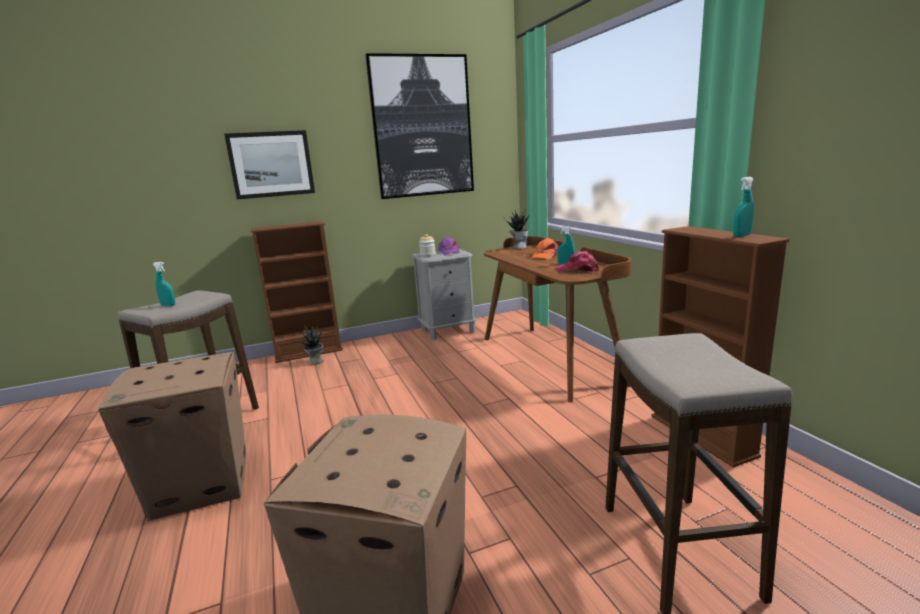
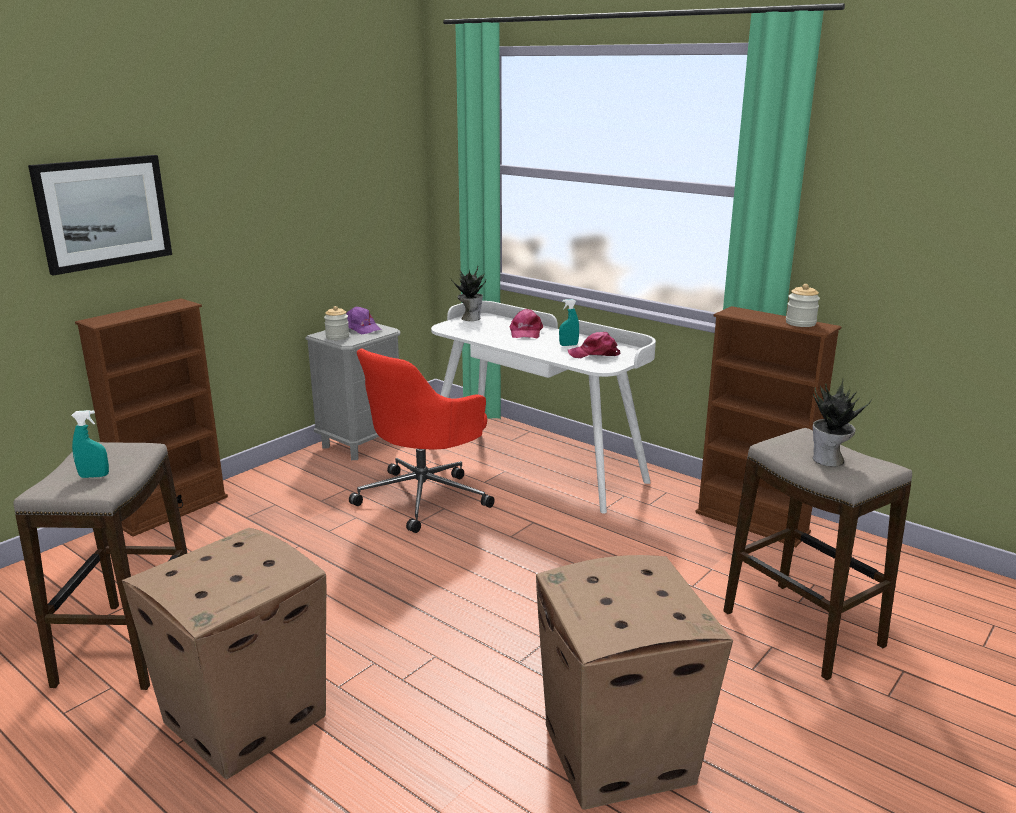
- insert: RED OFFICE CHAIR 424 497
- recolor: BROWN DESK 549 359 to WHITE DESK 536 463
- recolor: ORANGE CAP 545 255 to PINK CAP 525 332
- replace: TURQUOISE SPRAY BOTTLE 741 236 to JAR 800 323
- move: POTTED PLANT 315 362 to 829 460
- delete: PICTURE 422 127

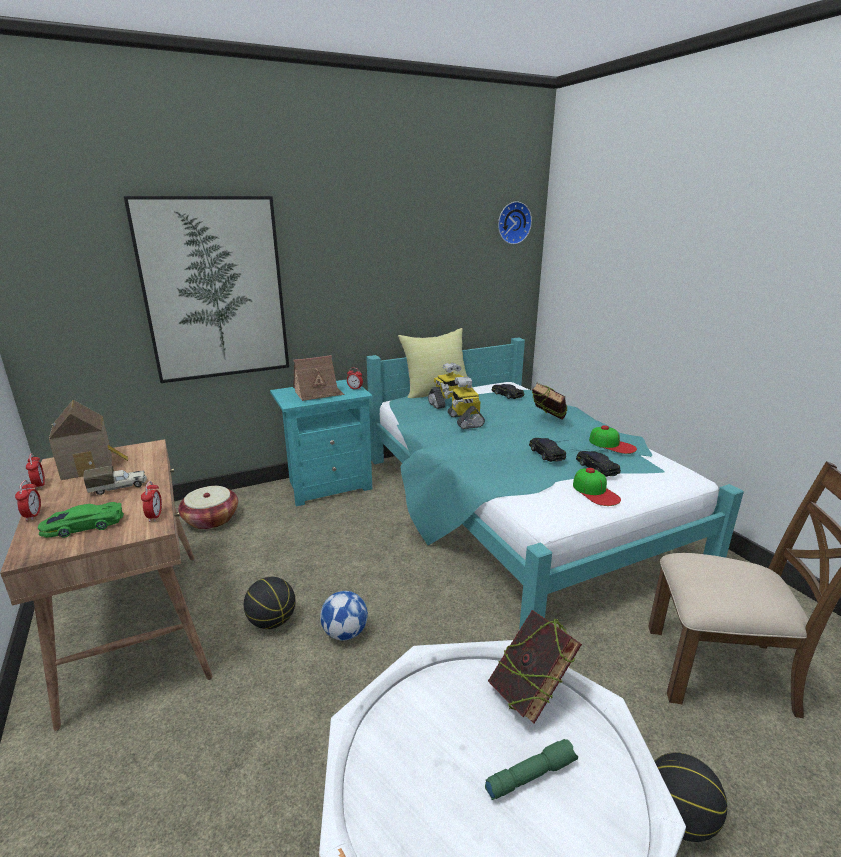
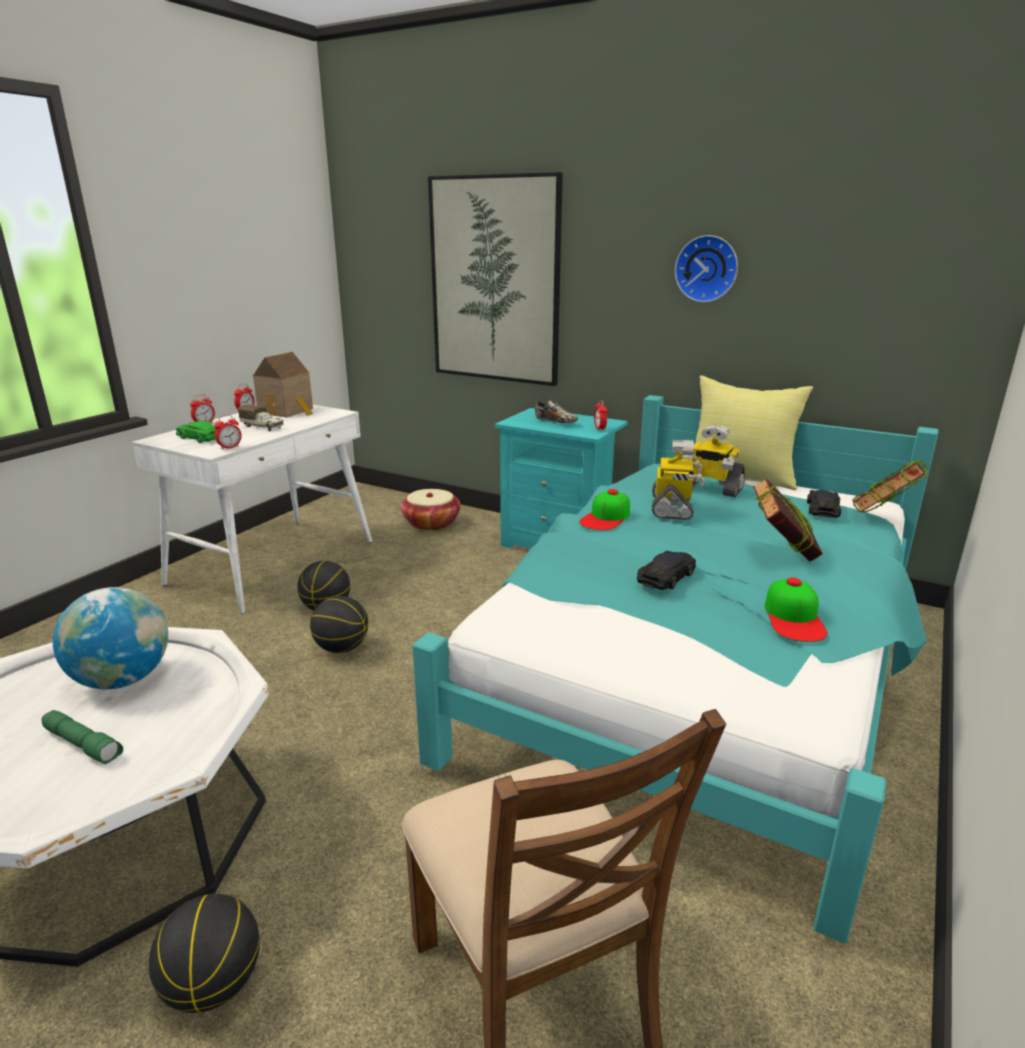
- insert: GLOBE 123 679
- recolor: BROWN DESK 136 628 to WHITE DESK 273 562
- replace: FOOTBALL 345 633 to BASKETBALL 342 648
- replace: TOY HOUSE 318 393 to SHOE 556 422
- move: CAP 595 492 to 606 517
- rotate: TOY ROBOT 464 420 = 673 508 150 degrees clockwise
- move: WALL CLOCK 513 223 to 707 269
- move: BOOK 529 694 to 882 517
- delete: BLACK TOY CAR 596 467

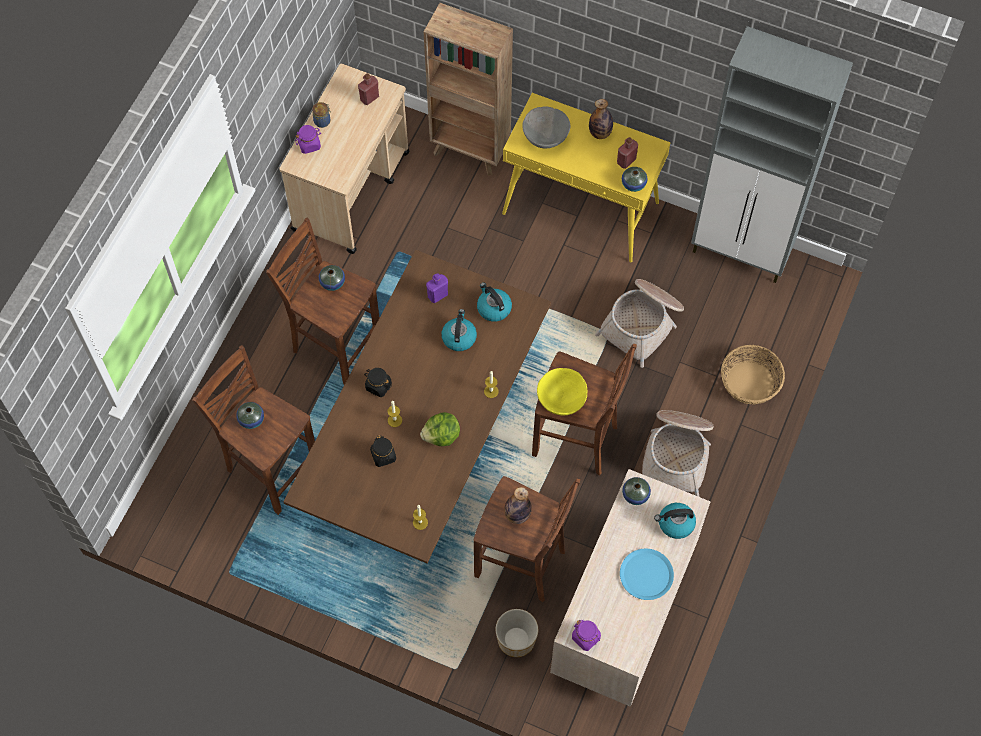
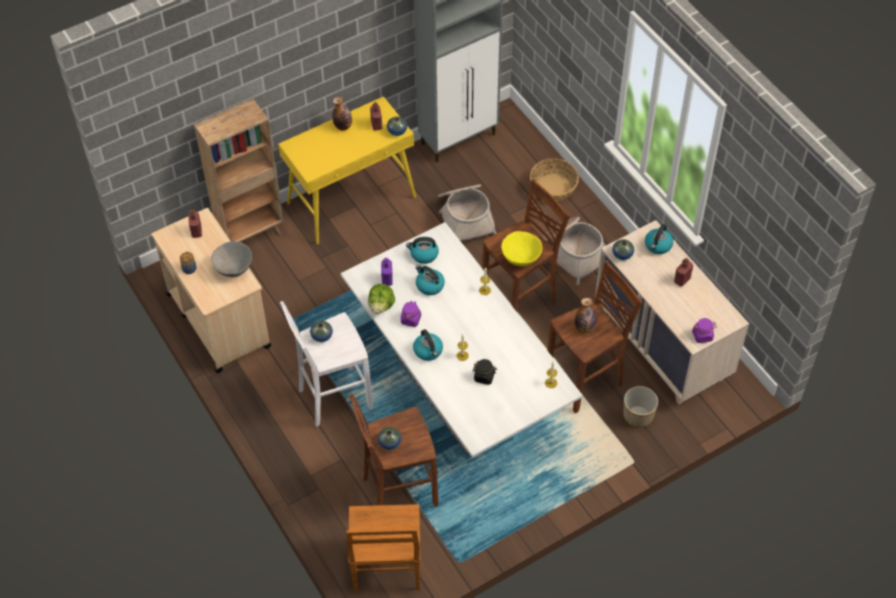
- move: GREY BOWL 545 138 to 234 269
- recolor: BROWN STOOL 335 345 to WHITE STOOL 333 398
- recolor: BROWN DINING TABLE 425 448 to WHITE DINING TABLE 458 389
- insert: BROWN CHAIR 386 567
- move: LETTUCE 442 436 to 381 306
- move: PURPLE JAR 309 144 to 411 319
- replace: BLACK JAR 378 386 to KETTLE 428 351
- replace: BLUE PLATE 646 575 to RED BOTTLE 682 280

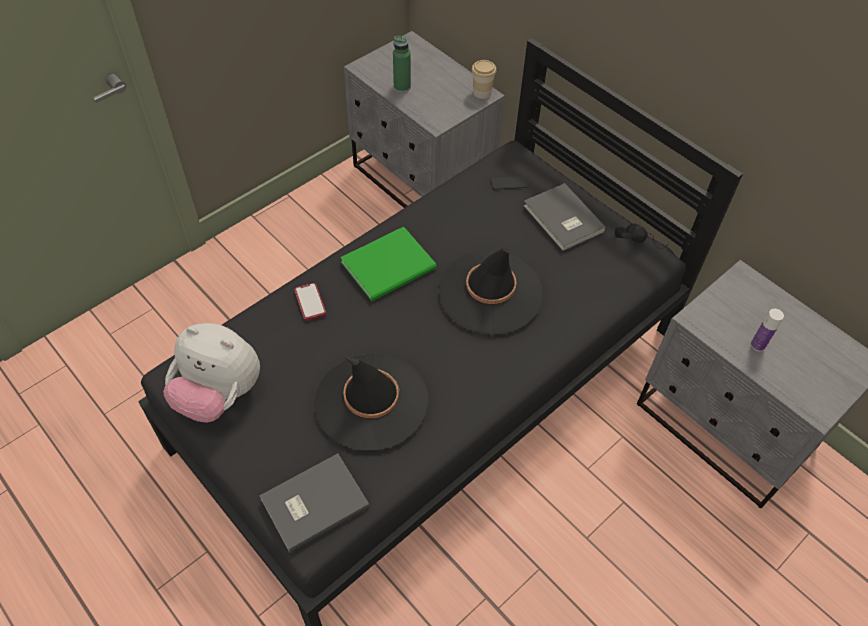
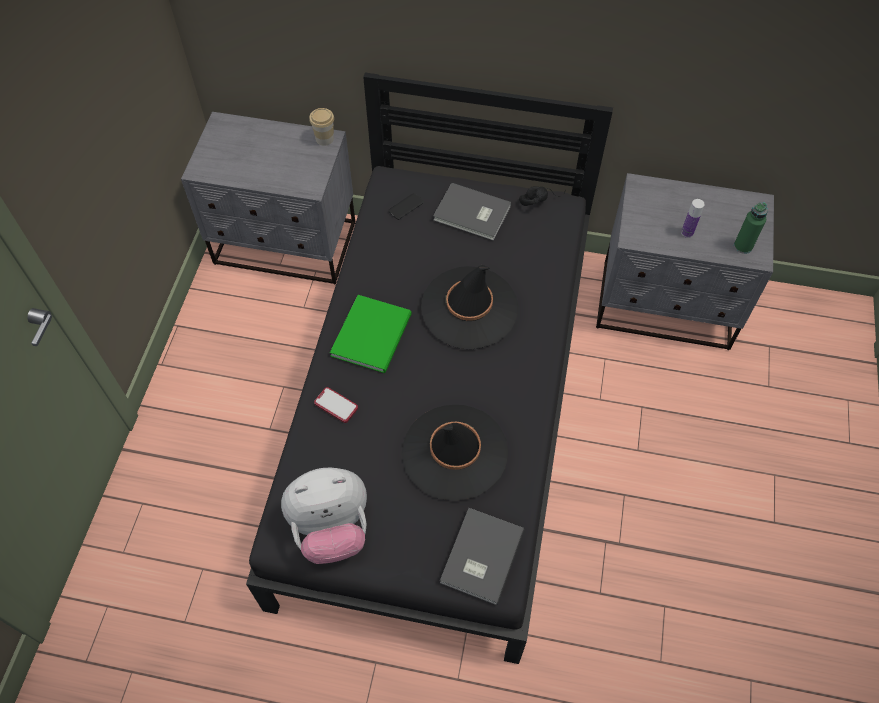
- move: GREEN BOTTLE 402 87 to 743 246

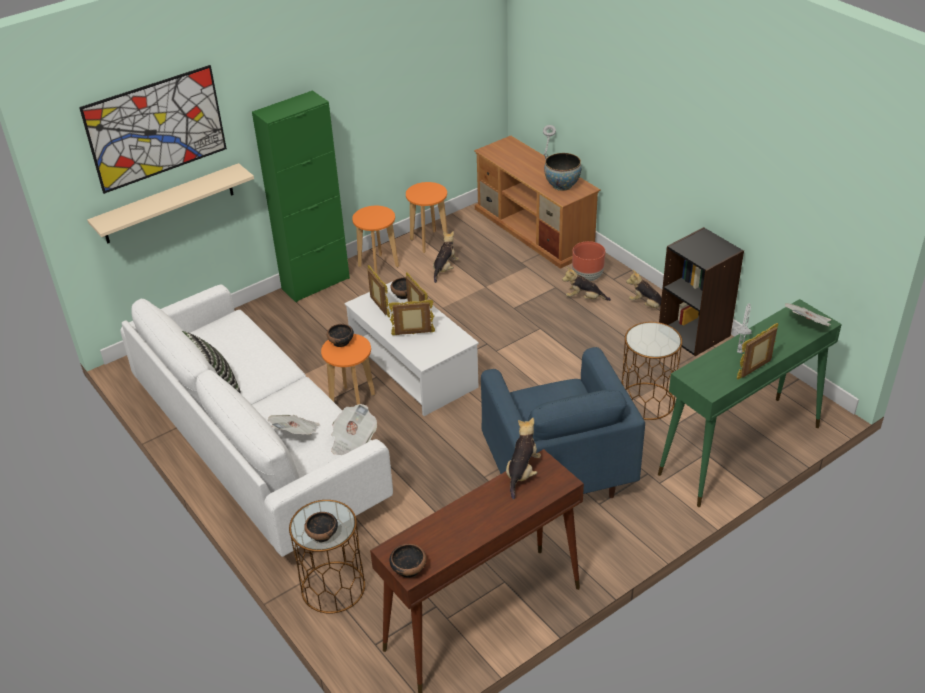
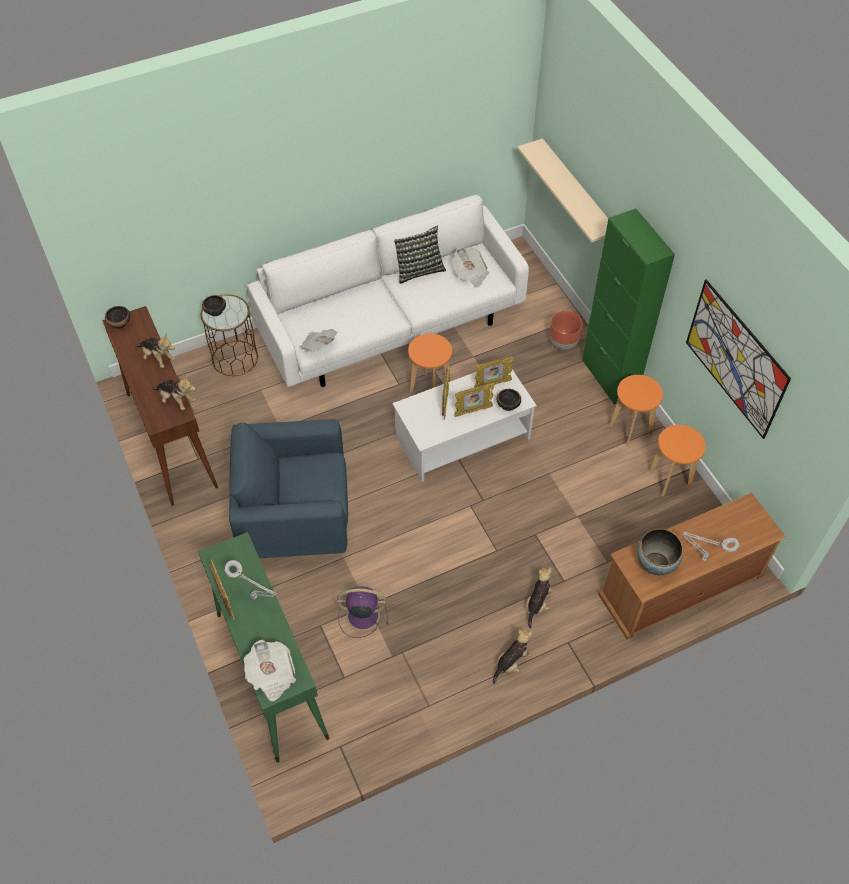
- move: PLUSH TOY 445 269 to 158 358
- replace: BROWN SIDE TABLE 647 401 to PURPLE FAN 361 615
- move: NEWSPAPER 296 433 to 470 274
- move: BROWN PLANTER 587 277 to 563 343
- move: PICTURE 156 128 to 735 359
- delete: BOWL 341 342
- delete: BLACK BOOKCASE 694 333

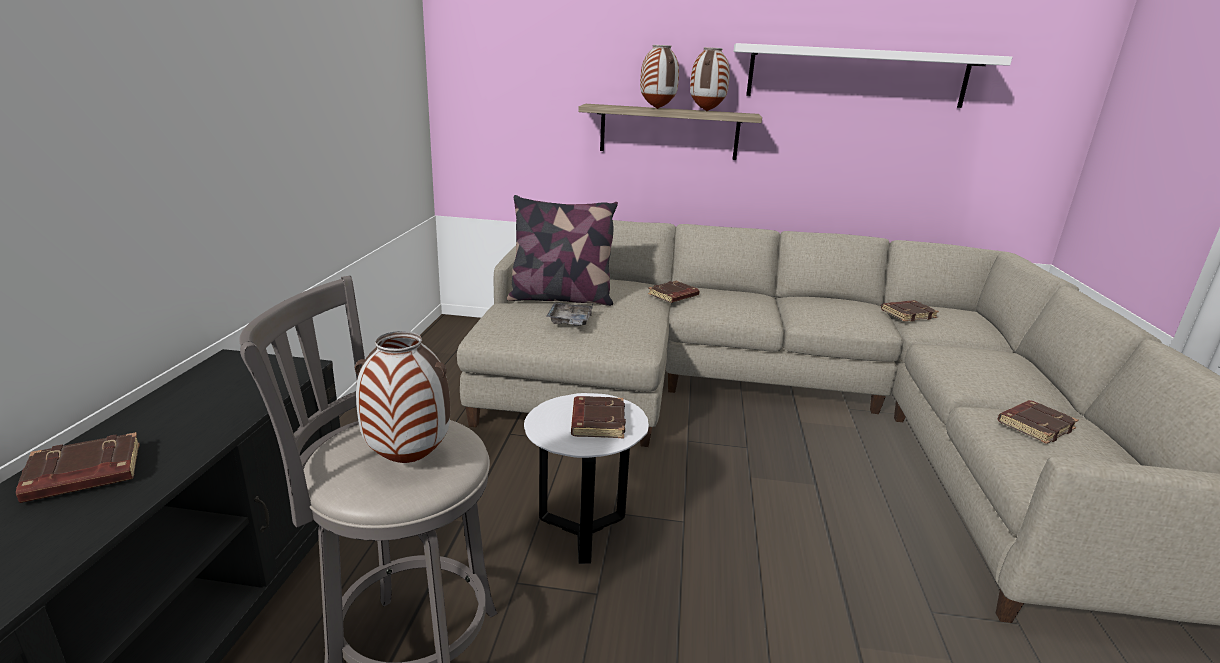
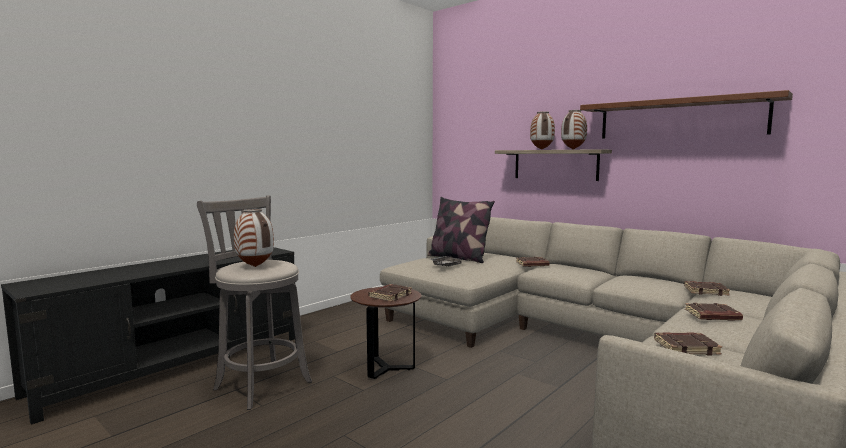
- recolor: WHITE SIDE TABLE 583 533 to BROWN SIDE TABLE 387 369
- recolor: WHITE SHELF 856 76 to BROWN SHELF 679 119
- move: BROWN BOOK 82 475 to 712 316

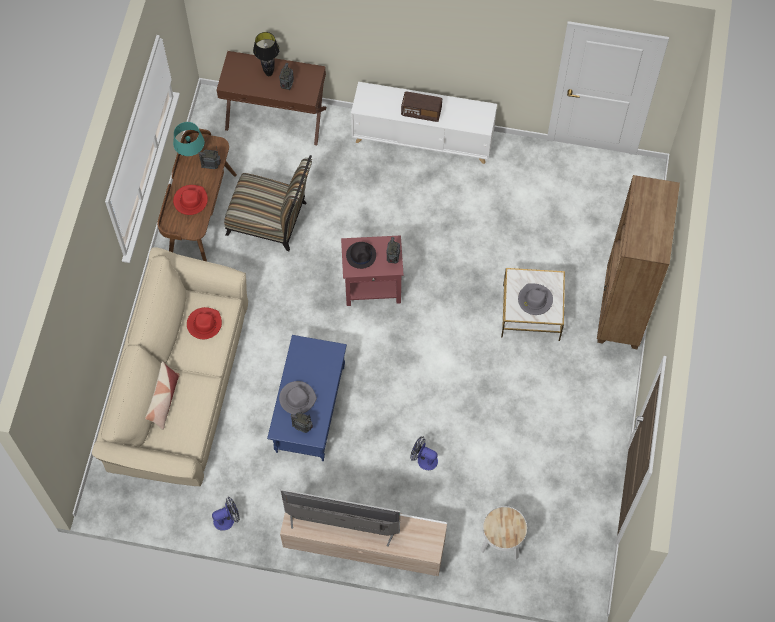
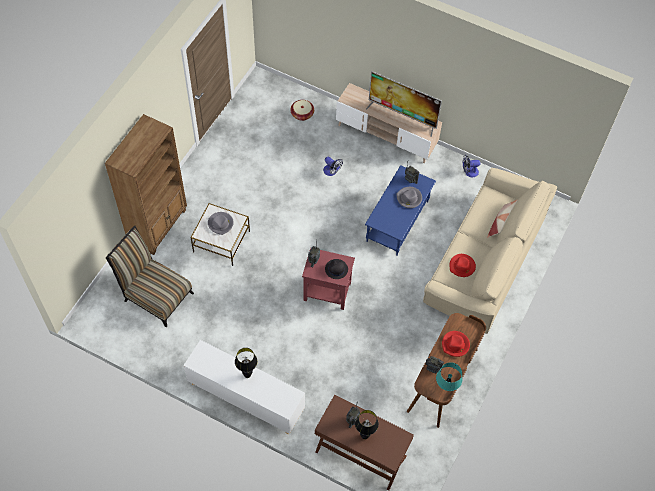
- move: CHAIR 271 220 to 155 294
- replace: RADIO 421 112 to BLACK TABLE LAMP 247 375
- replace: WHITE SIDE TABLE 501 544 to BASKET 302 114

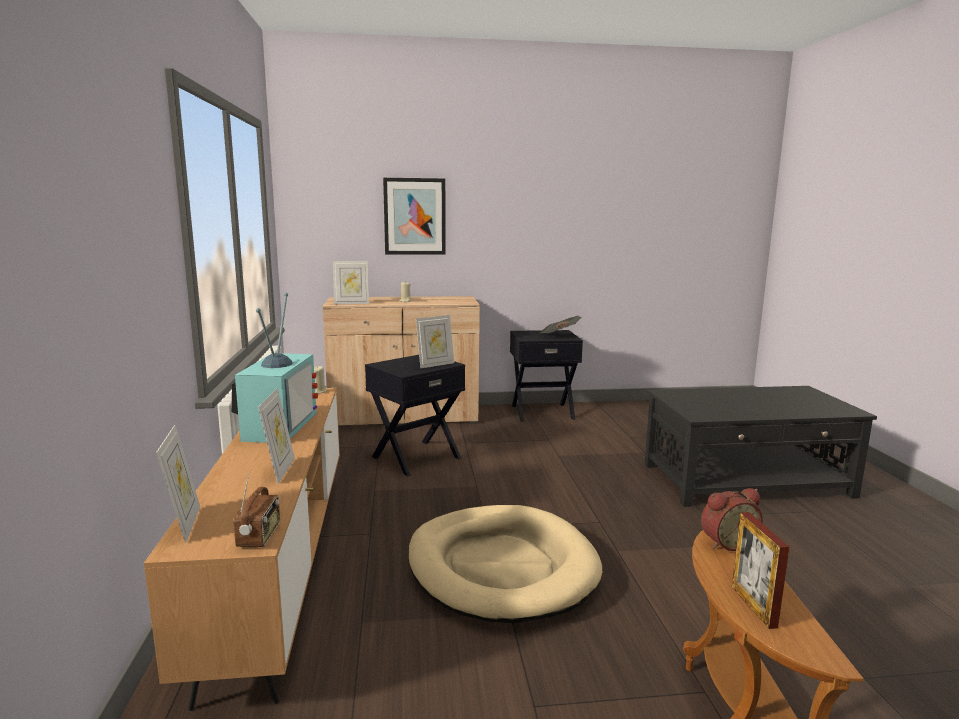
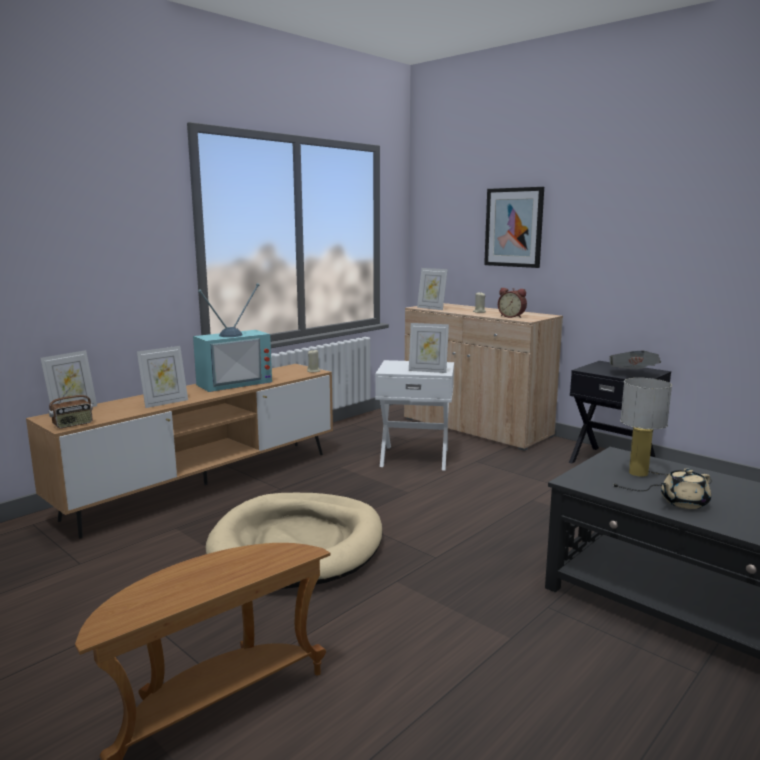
- recolor: BLACK SIDE TABLE 415 457 to WHITE SIDE TABLE 415 457
- move: ALARM CLOCK 726 542 to 512 316
- insert: TABLE LAMP 650 477
- insert: BEIGE TEAPOT 683 503
- delete: PICTURE FRAME 753 606

